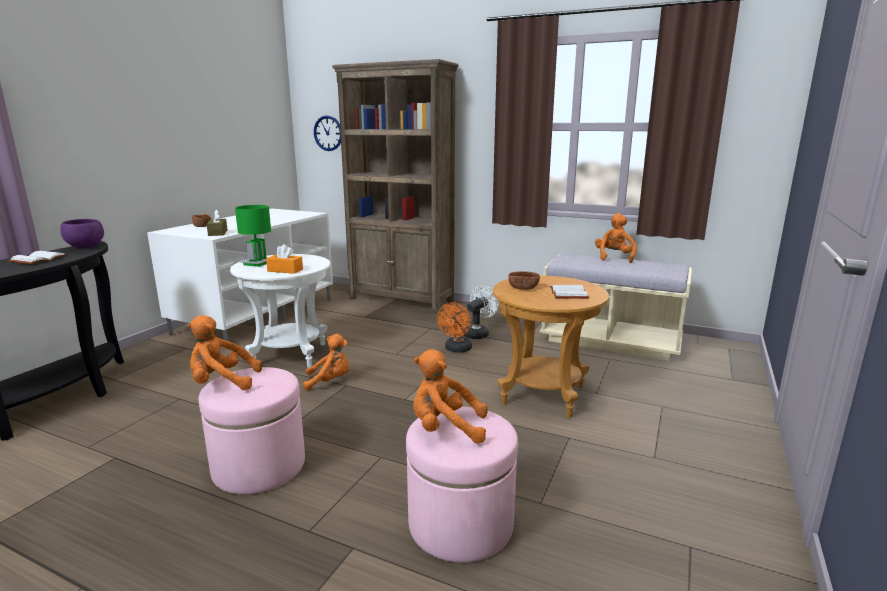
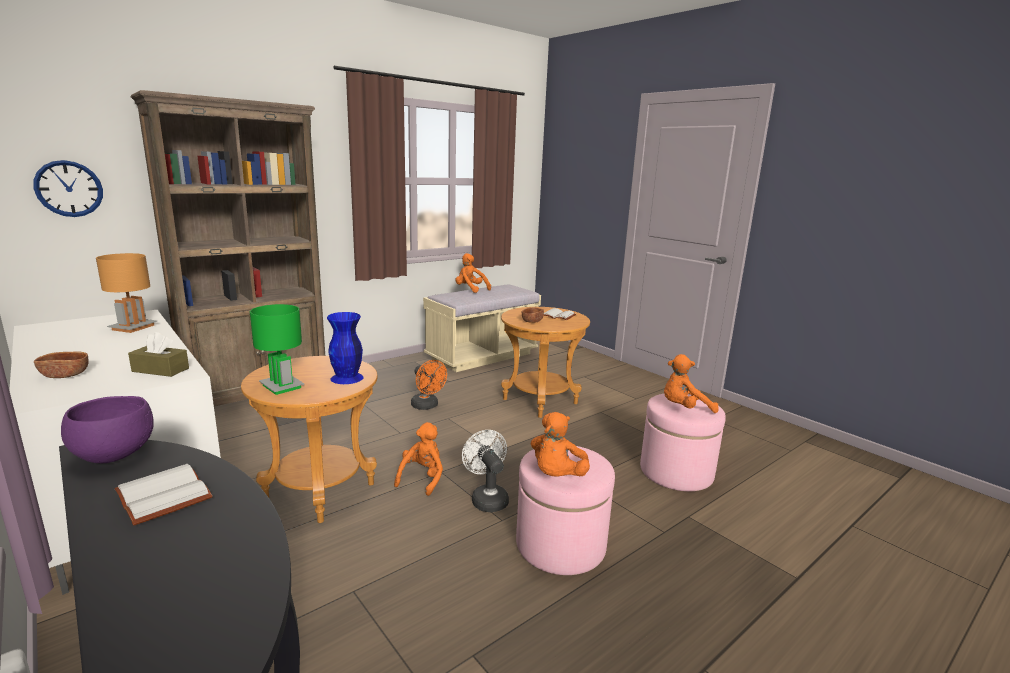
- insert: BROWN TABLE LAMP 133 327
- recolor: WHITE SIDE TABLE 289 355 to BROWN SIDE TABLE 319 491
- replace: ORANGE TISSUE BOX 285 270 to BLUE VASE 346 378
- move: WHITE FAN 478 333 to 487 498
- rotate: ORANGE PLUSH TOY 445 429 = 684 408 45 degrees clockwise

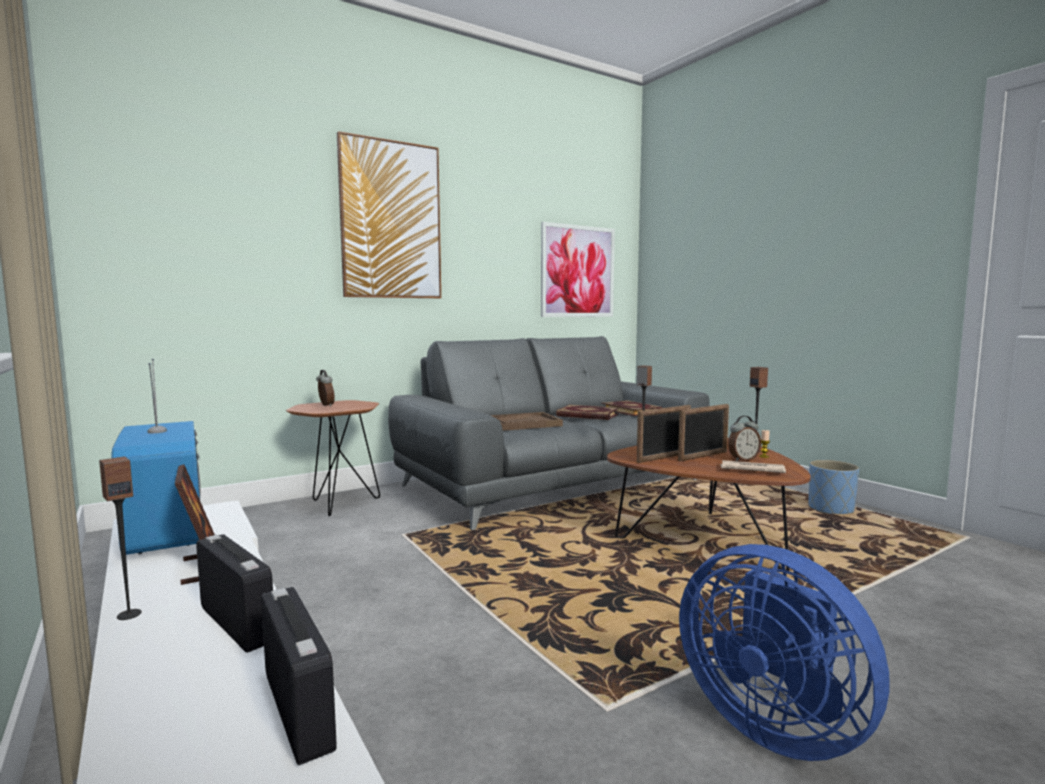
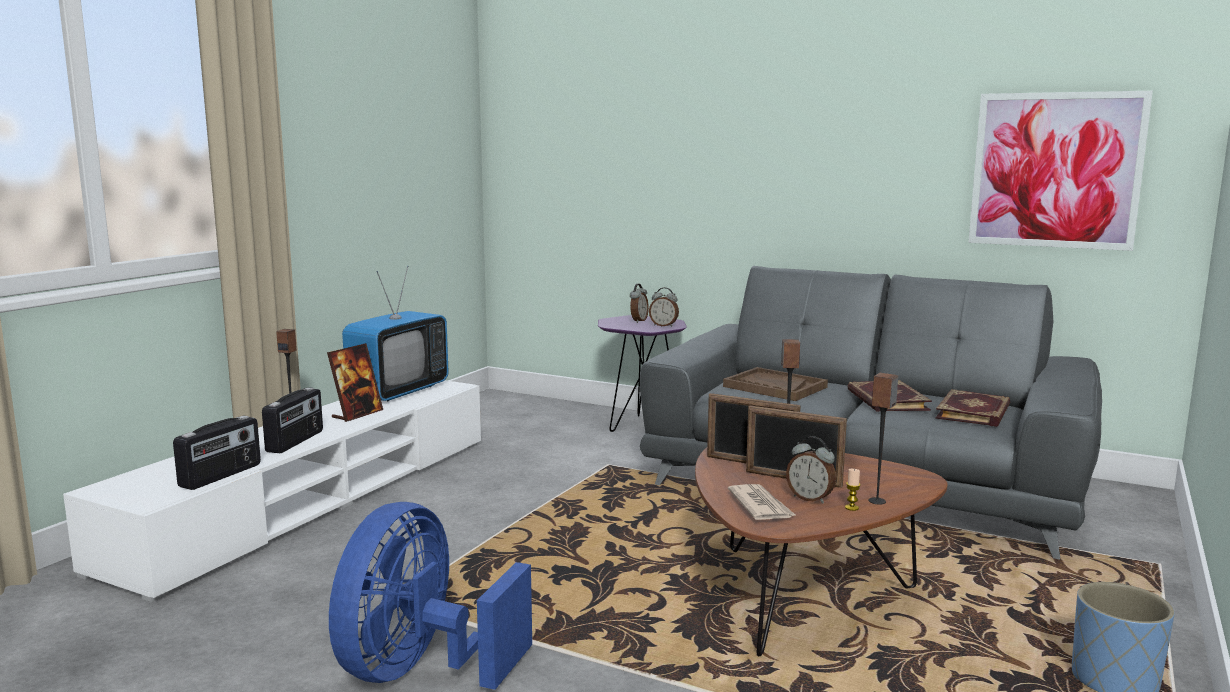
- recolor: BROWN SIDE TABLE 338 505 to PURPLE SIDE TABLE 640 426
- insert: ALARM CLOCK 664 326
- delete: PICTURE 390 220

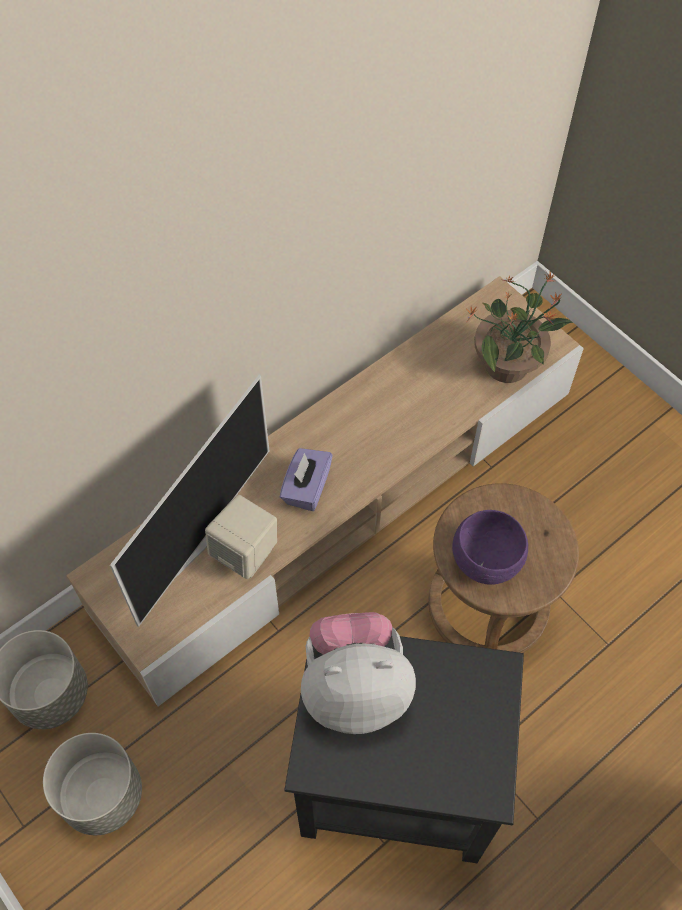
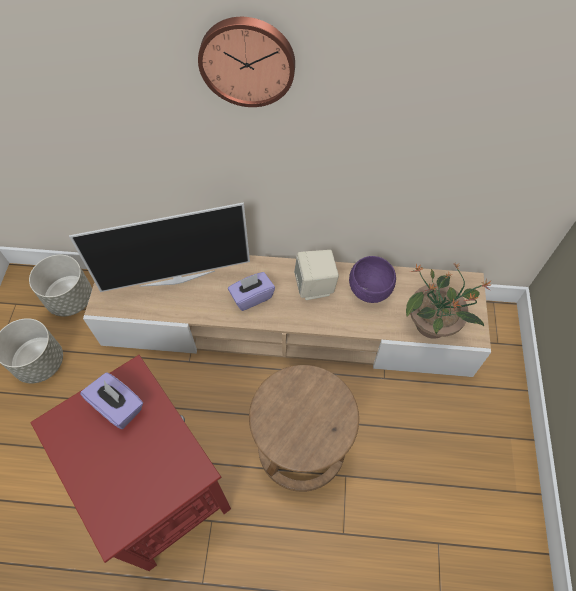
- recolor: BLACK SIDE TABLE 394 780 to RED SIDE TABLE 159 486
- replace: PLUSH TOY 355 688 to PURPLE TISSUE BOX 118 406
- insert: WALL CLOCK 247 60
- move: BEIGE SPEAKER 245 552 to 315 286
- move: PURPLE BOWL 485 562 to 369 290

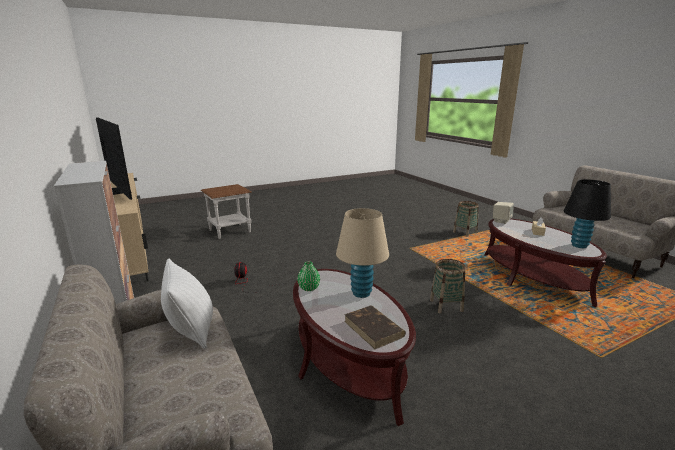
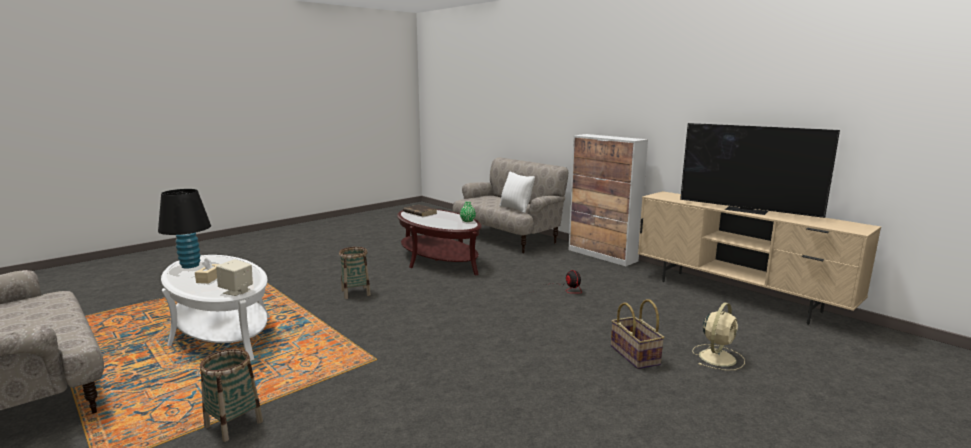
- recolor: BROWN COFFEE TABLE 533 277 to WHITE COFFEE TABLE 221 331
- insert: BASKET 635 355
- replace: BROWN SIDE TABLE 229 231 to BEIGE FAN 718 357
- delete: BEIGE TABLE LAMP 361 293

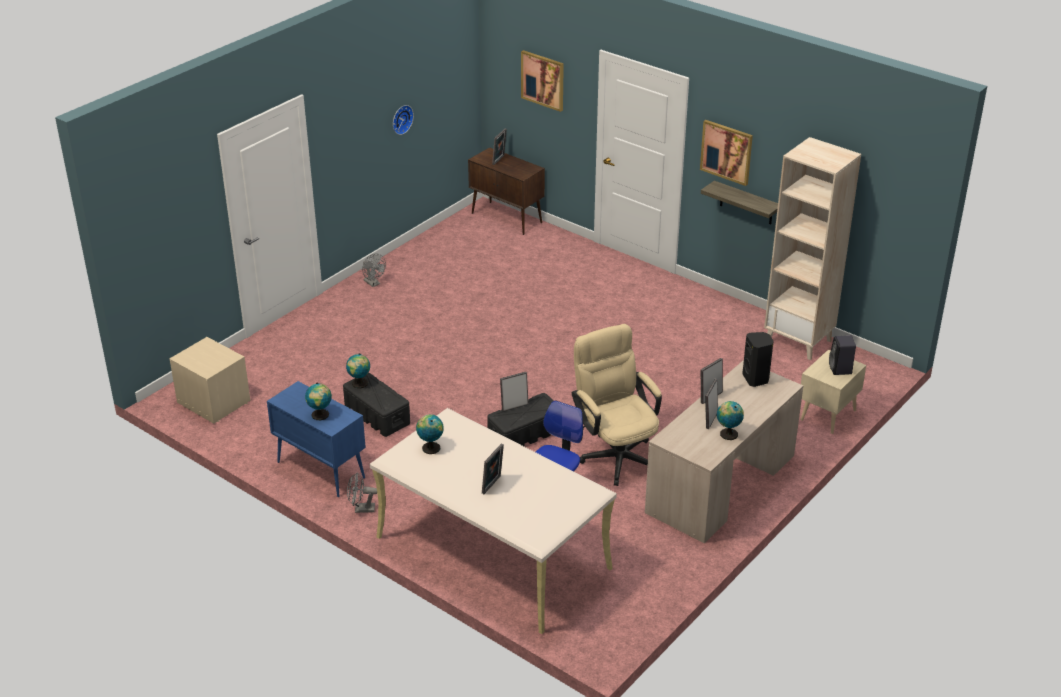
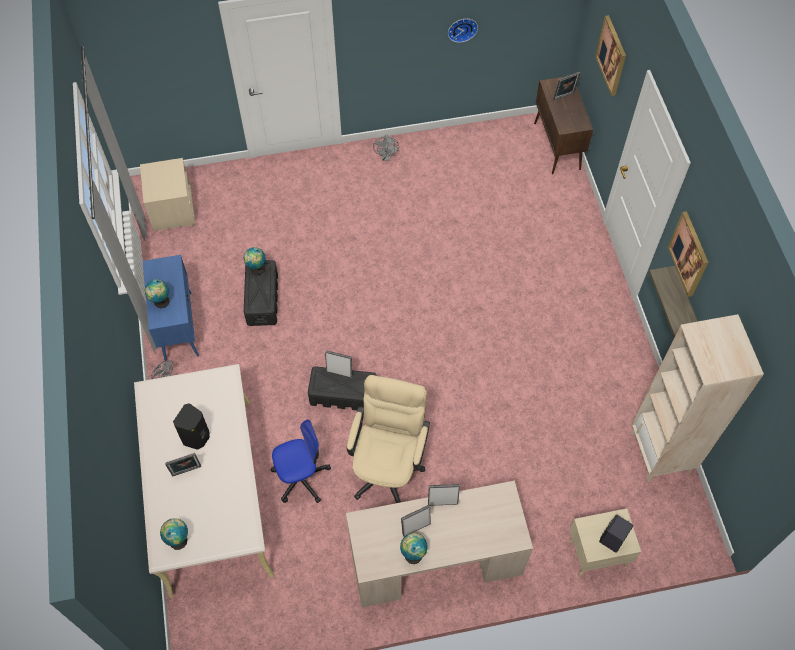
- move: GLOBE 430 447 to 178 539
- move: BLACK SPEAKER 756 379 to 197 438

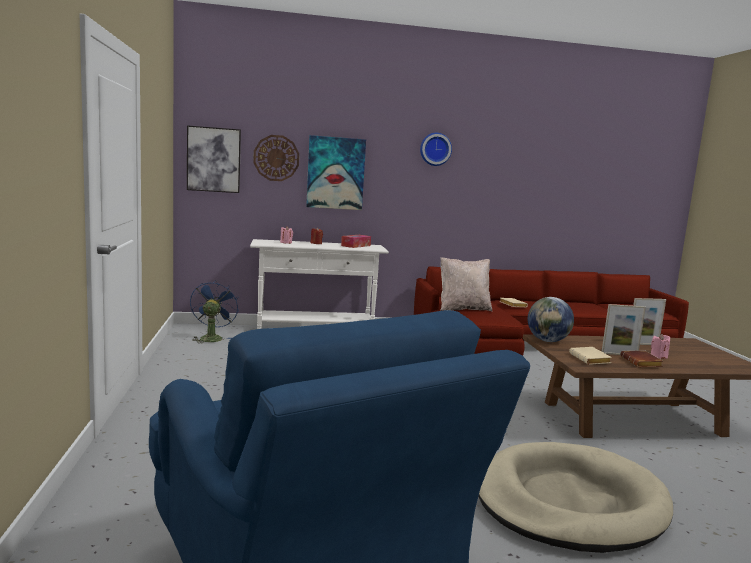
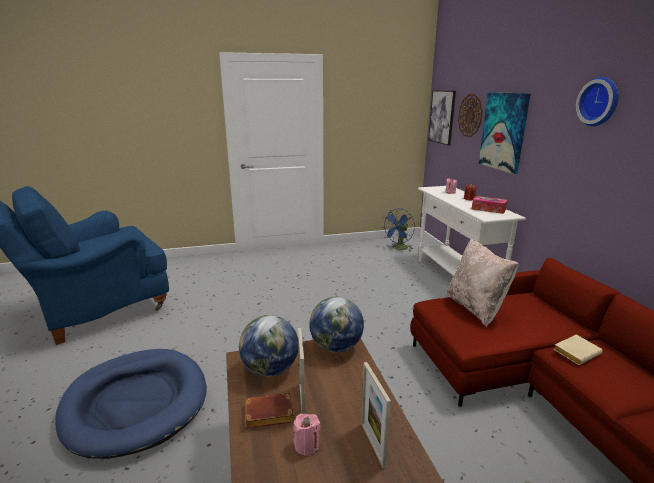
- recolor: BEIGE DOG BED 569 502 to BLUE DOG BED 136 403
- replace: BEIGE BOOK 591 359 to GLOBE 270 370
- rotate: BLUE FAN 212 338 = 398 248 135 degrees clockwise

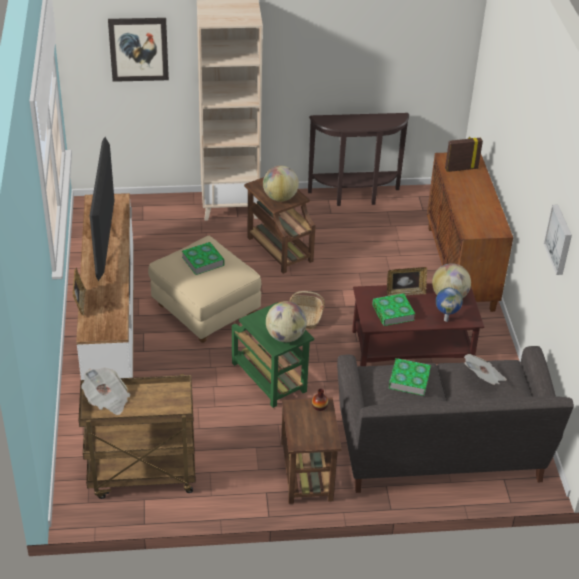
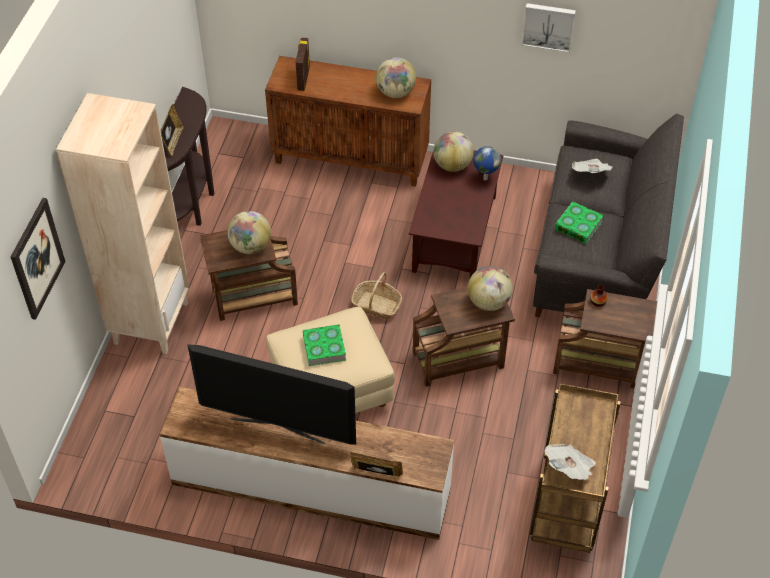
- move: PICTURE FRAME 405 293 to 173 142
- insert: GLOBE 395 93
- recolor: GREEN SIDE TABLE 270 379 to BROWN SIDE TABLE 460 359
- delete: BOOK 393 312

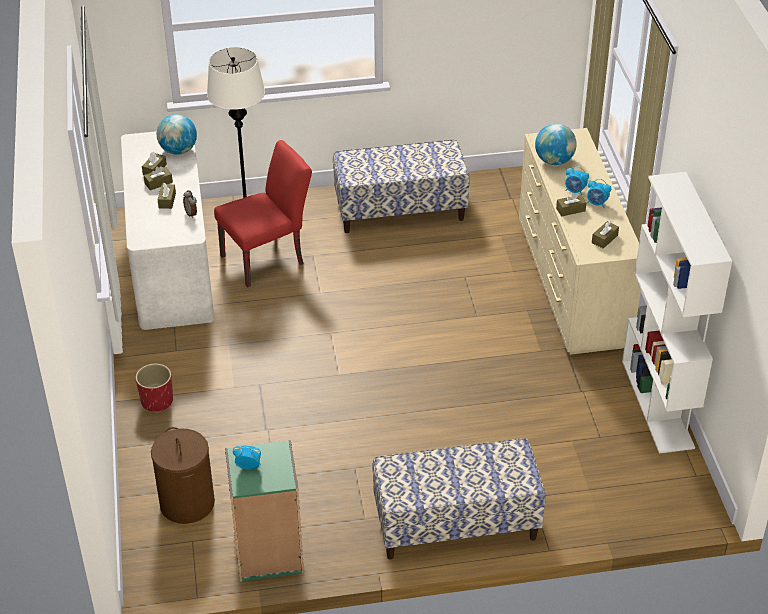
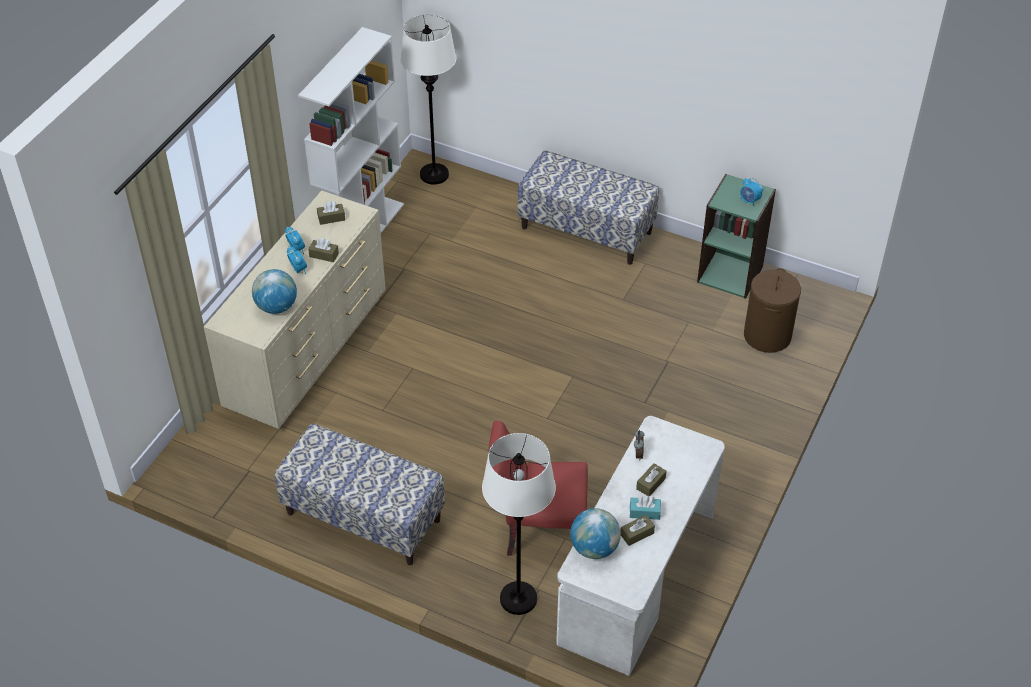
- insert: WHITE FLOOR LAMP 434 174
- recolor: BROWN TISSUE BOX 158 183 to TURQUOISE TISSUE BOX 644 512
- delete: RED PLANTER 157 401

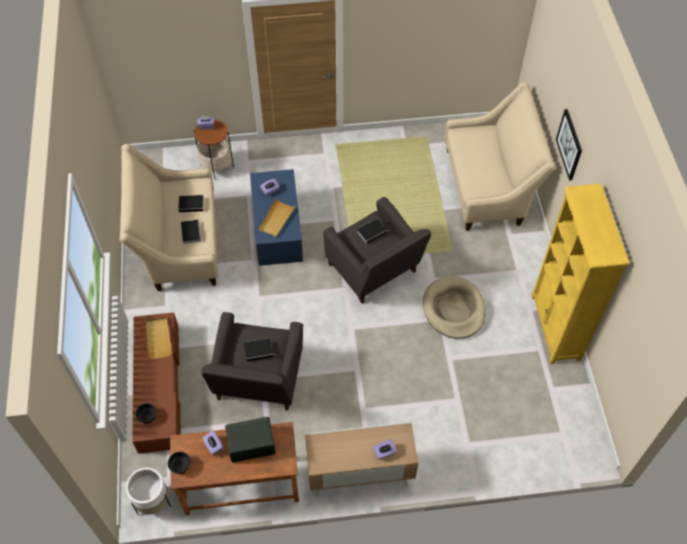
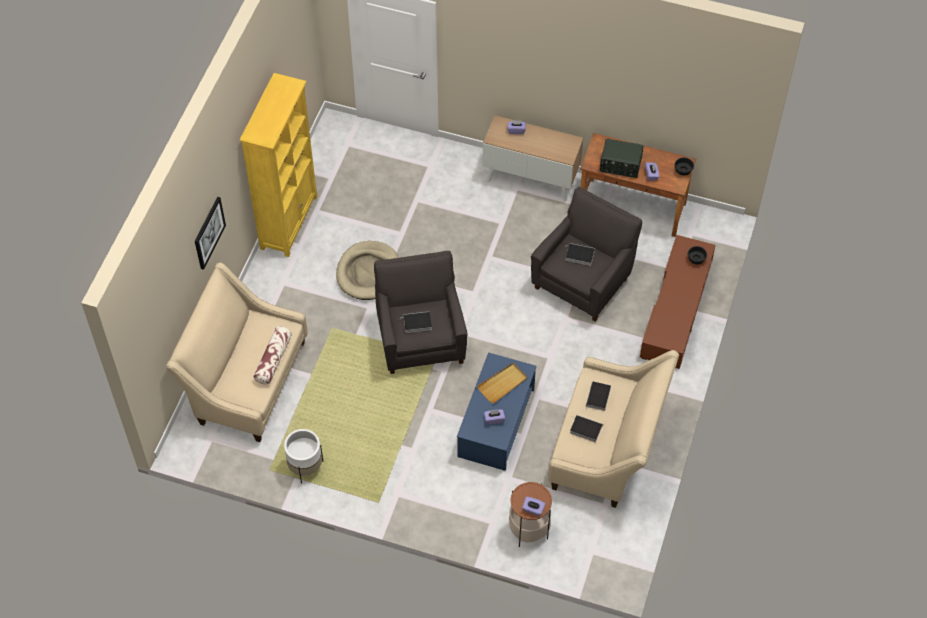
- insert: PILLOW 273 359
- move: WHITE PLANTER 153 502 to 305 467
- delete: BEIGE TRAY 158 339

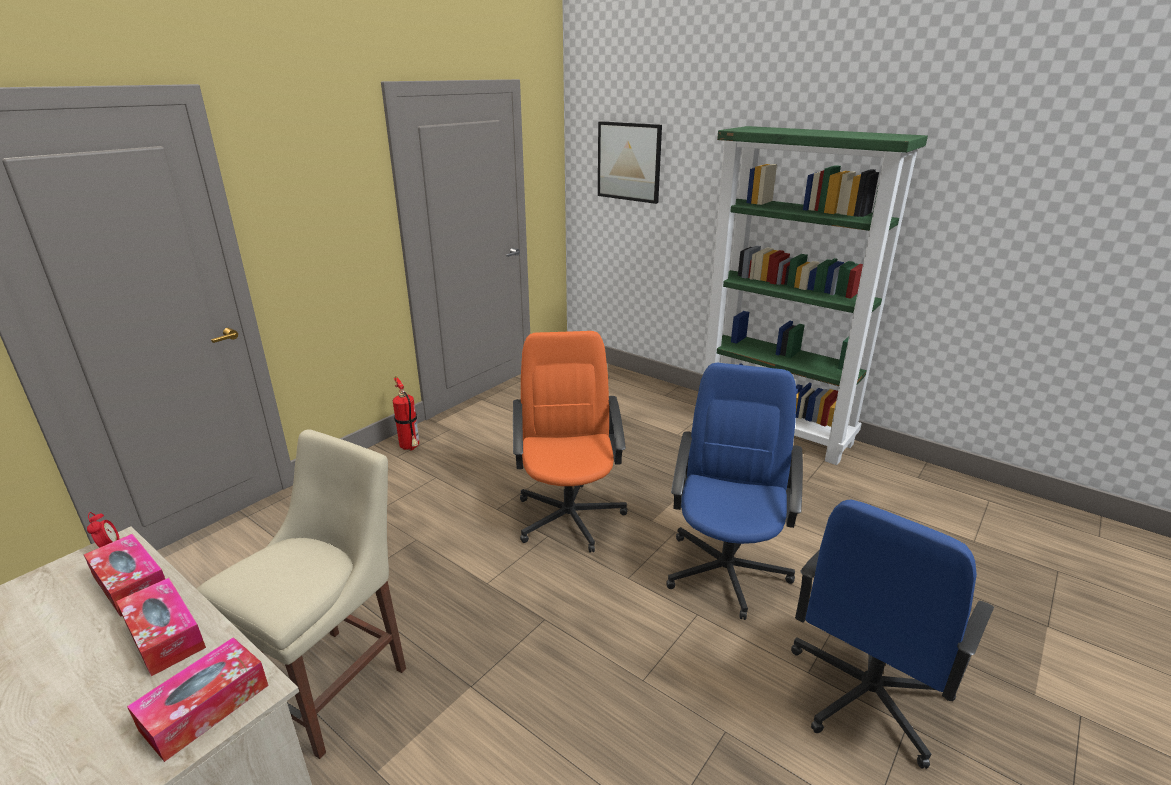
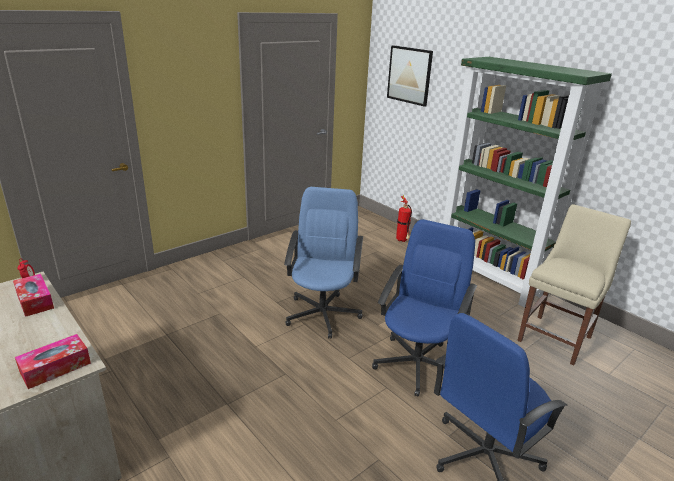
- recolor: ORANGE OFFICE CHAIR 569 516 to BLUE OFFICE CHAIR 323 314
- move: FIRE EXTINGUISHER 410 448 to 402 241
- move: BEIGE CHAIR 335 682 to 556 337
- delete: TISSUE BOX 165 635

